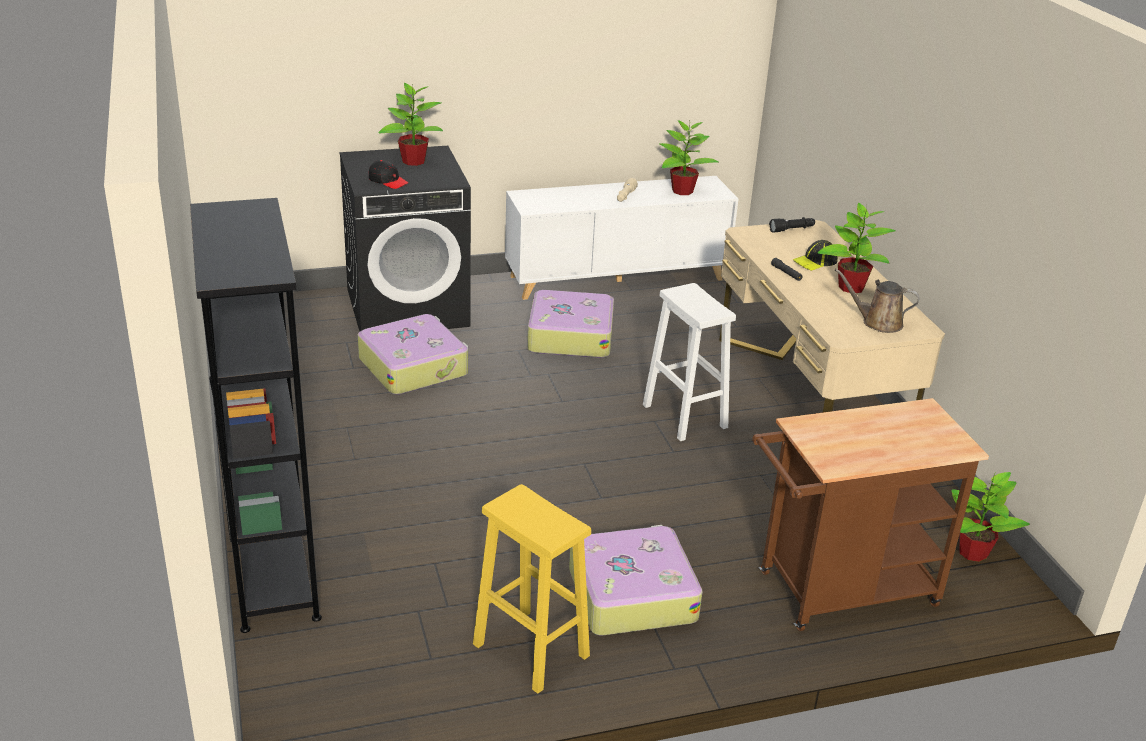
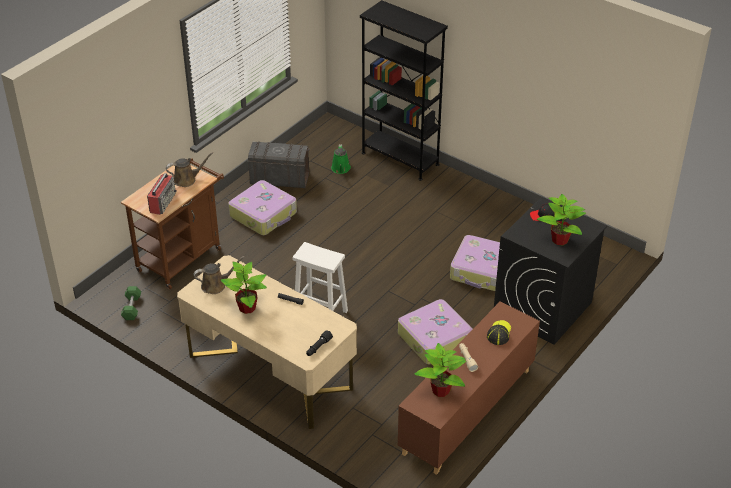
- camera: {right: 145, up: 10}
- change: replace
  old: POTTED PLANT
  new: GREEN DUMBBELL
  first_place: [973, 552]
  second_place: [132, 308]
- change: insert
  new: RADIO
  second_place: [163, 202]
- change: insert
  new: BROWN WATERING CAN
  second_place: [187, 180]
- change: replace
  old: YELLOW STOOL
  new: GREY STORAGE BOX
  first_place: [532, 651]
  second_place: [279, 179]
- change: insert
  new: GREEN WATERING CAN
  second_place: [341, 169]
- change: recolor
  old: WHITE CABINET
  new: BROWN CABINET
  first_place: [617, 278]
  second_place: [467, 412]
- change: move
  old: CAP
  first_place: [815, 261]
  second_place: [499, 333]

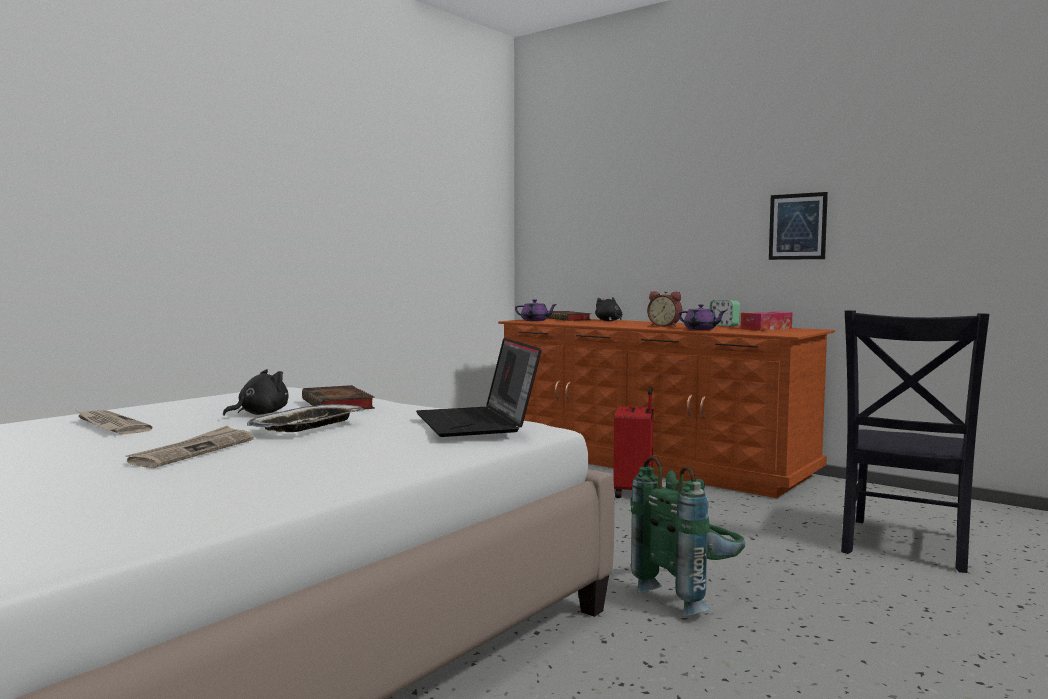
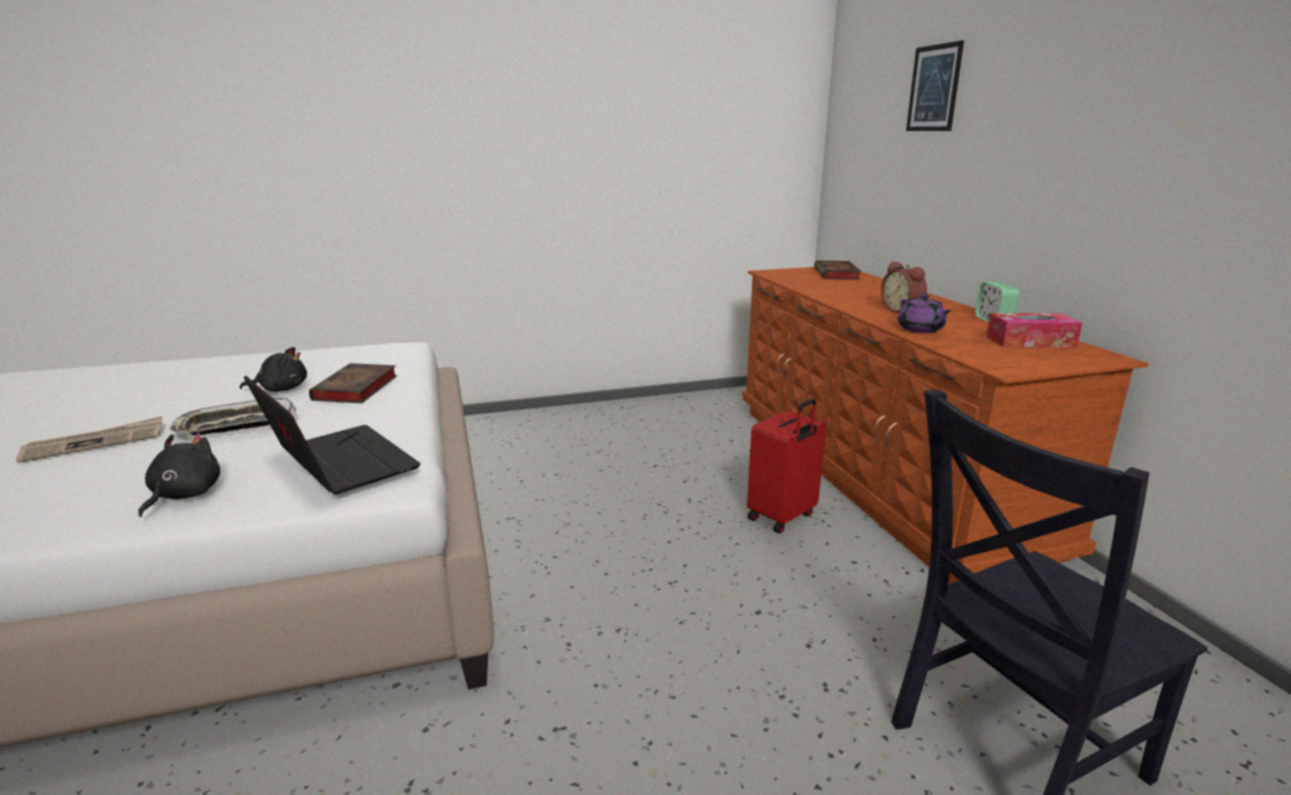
- camera: {right: 35, up: 15}
- change: move
  old: BLACK PLUSH TOY
  first_place: [609, 321]
  second_place: [183, 495]
- change: rotate
  old: LAPTOP
  first_place: [477, 423]
  second_place: [337, 463]
  degrees: 120
- change: move
  old: PICTURE
  first_place: [797, 226]
  second_place: [934, 88]
- change: delete
  old: NEWSPAPER
  first_place: [110, 425]
- change: delete
  old: PURPLE TEAPOT
  first_place: [535, 320]
- change: delete
  old: GREEN BACKPACK
  first_place: [690, 595]

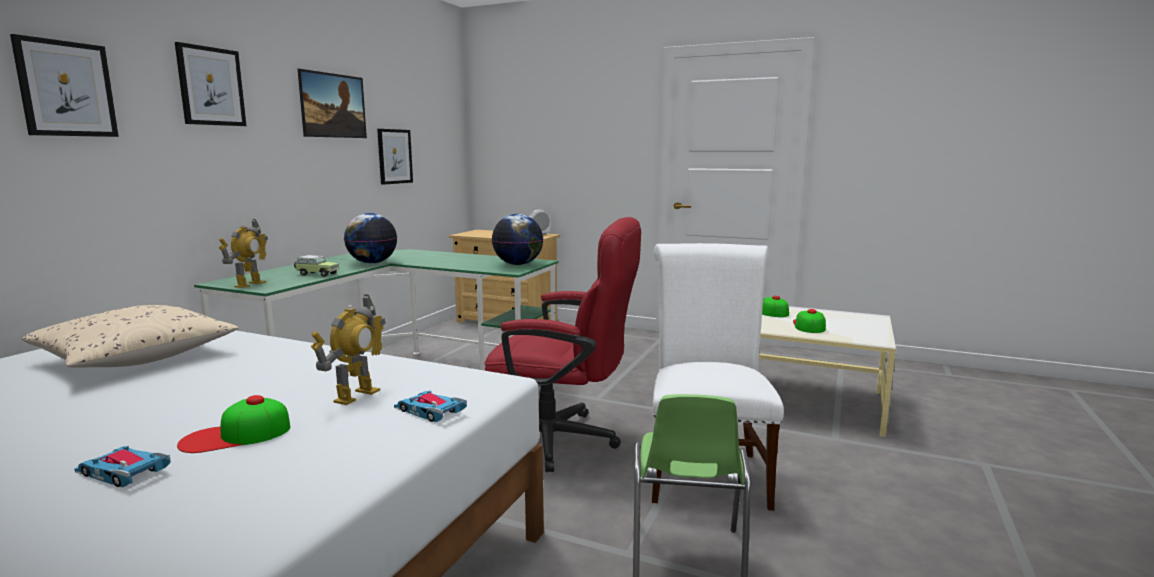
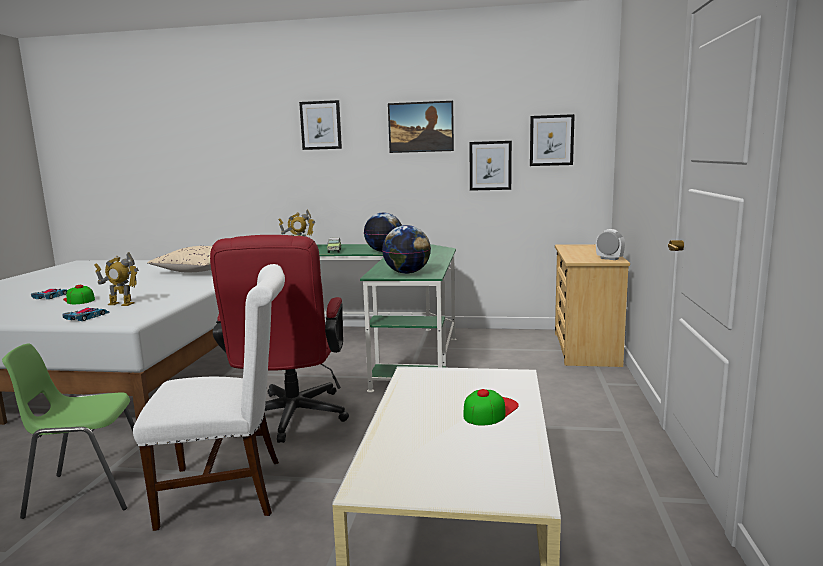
- camera: {right: 75, up: 0}
- change: move
  old: PICTURE
  first_place: [66, 89]
  second_place: [551, 140]
- change: delete
  old: CAP
  first_place: [809, 325]

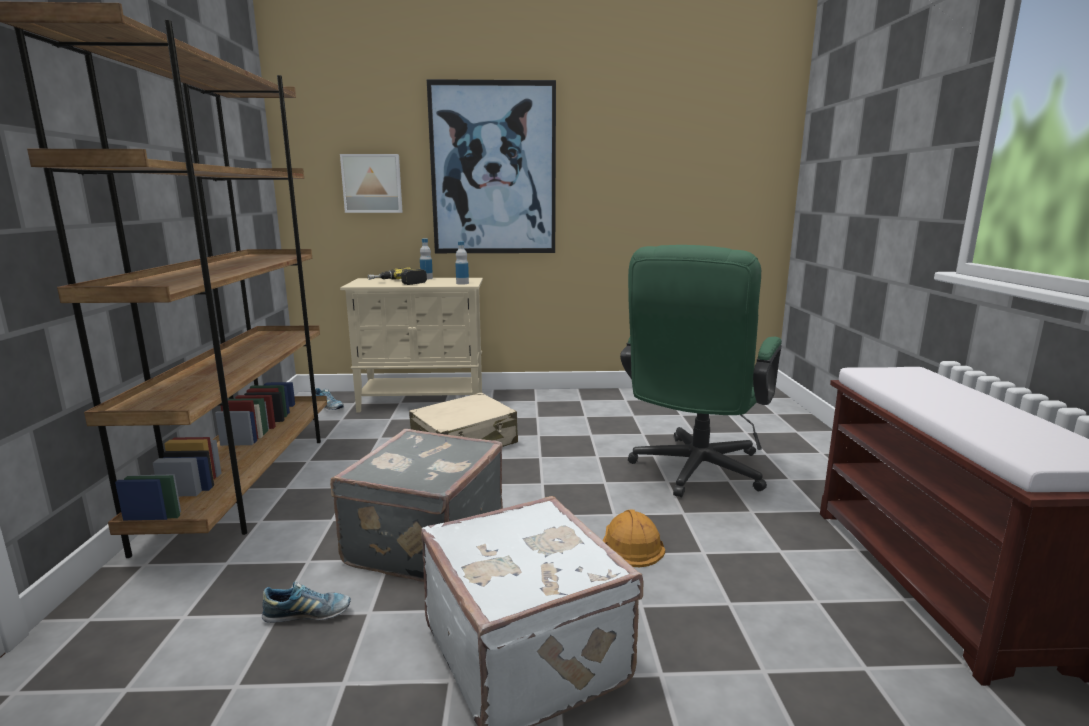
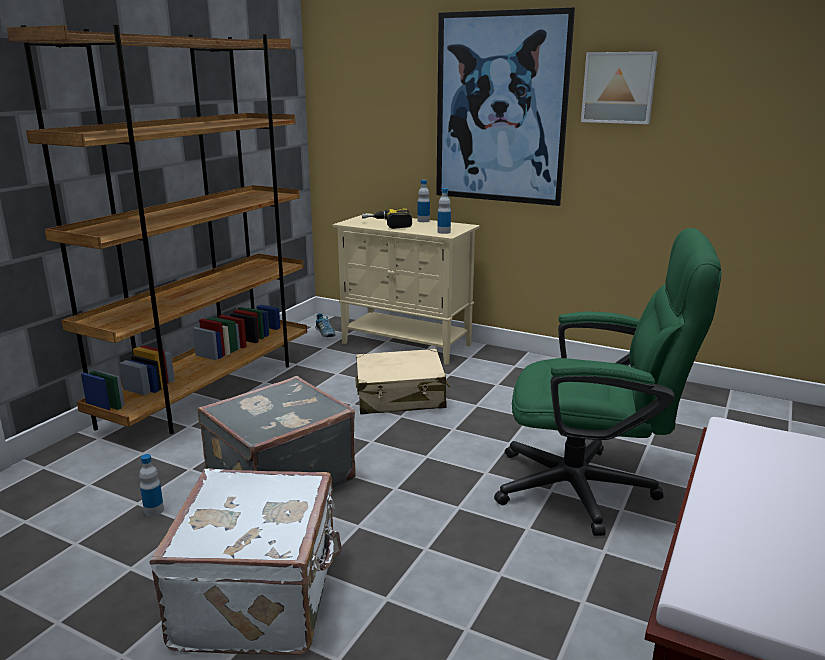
- camera: {right: 30, up: 5}
- change: replace
  old: SHOE
  new: BOTTLE
  first_place: [308, 615]
  second_place: [154, 510]
- change: rotate
  old: GREEN OFFICE CHAIR
  first_place: [693, 473]
  second_place: [590, 490]
  degrees: -135
- change: move
  old: PICTURE
  first_place: [372, 183]
  second_place: [618, 87]
- change: delete
  old: ORANGE HARD HAT
  first_place: [631, 544]

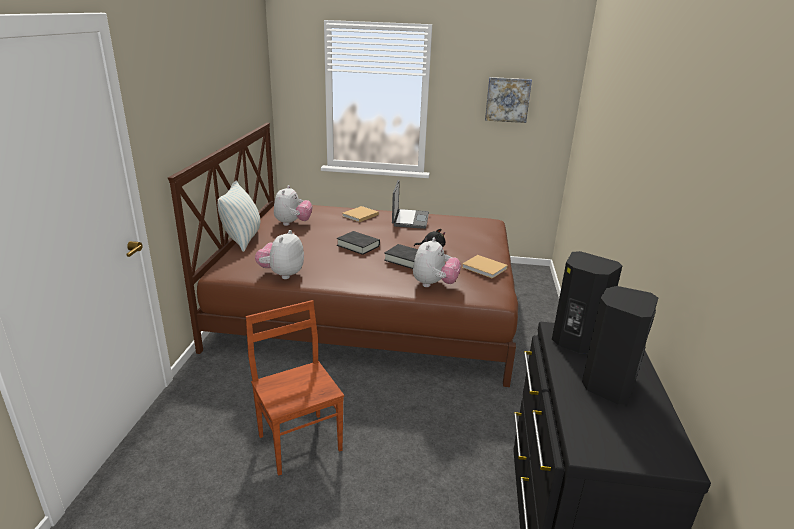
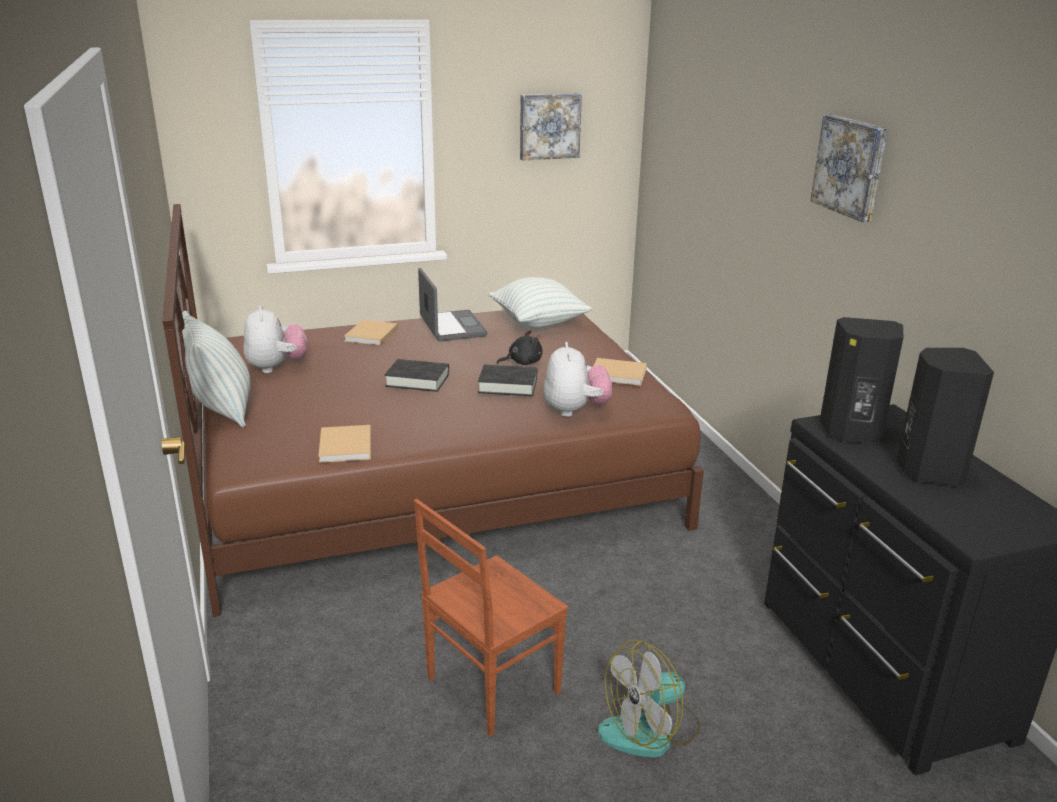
- camera: {right: -25, up: 0}
- change: replace
  old: PLUSH TOY
  new: BEIGE BOOK
  first_place: [282, 274]
  second_place: [345, 447]
- change: rotate
  old: BROWN CHAIR
  first_place: [300, 441]
  second_place: [490, 685]
  degrees: -75
- change: insert
  new: PILLOW
  second_place: [538, 323]
- change: insert
  new: FAN
  second_place: [650, 730]
- change: insert
  new: PICTURE
  second_place: [851, 166]

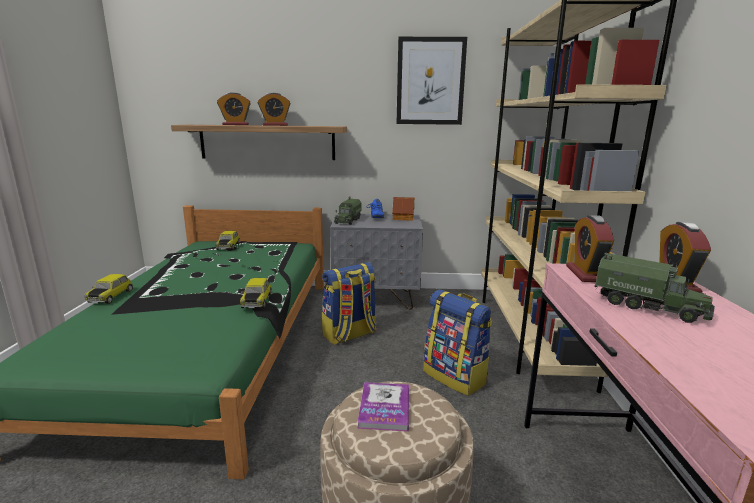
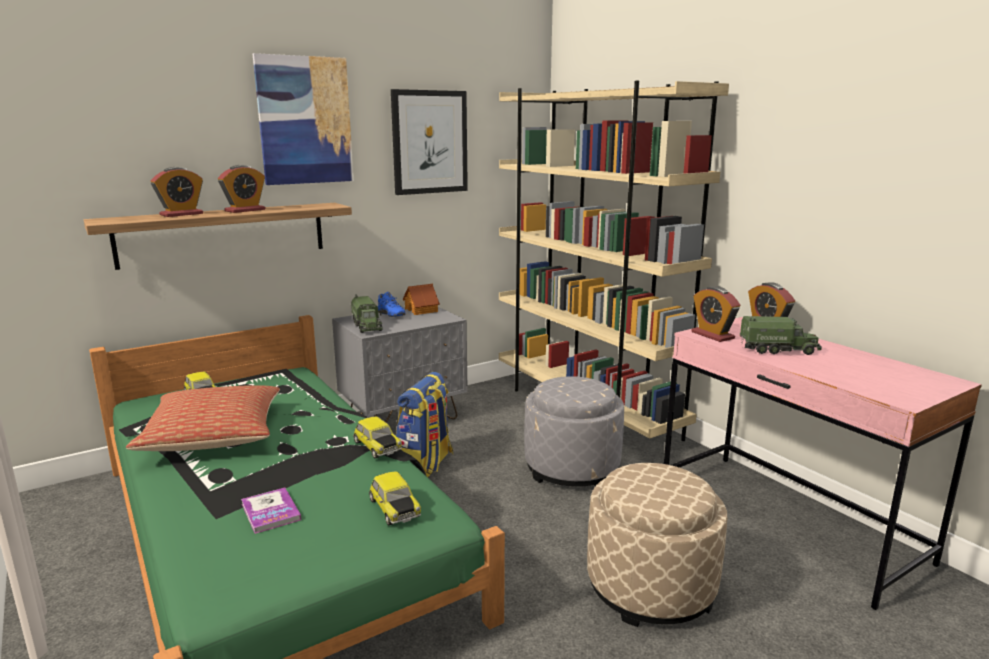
- camera: {right: -35, up: 0}
- change: insert
  new: PILLOW
  second_place: [214, 435]
- change: move
  old: BOOK
  first_place: [384, 407]
  second_place: [270, 512]
- change: insert
  new: PICTURE
  second_place: [305, 121]
- change: move
  old: TOY CAR
  first_place: [110, 296]
  second_place: [393, 509]
- change: replace
  old: BACKPACK
  new: GREY OTTOMAN
  first_place: [455, 377]
  second_place: [572, 468]

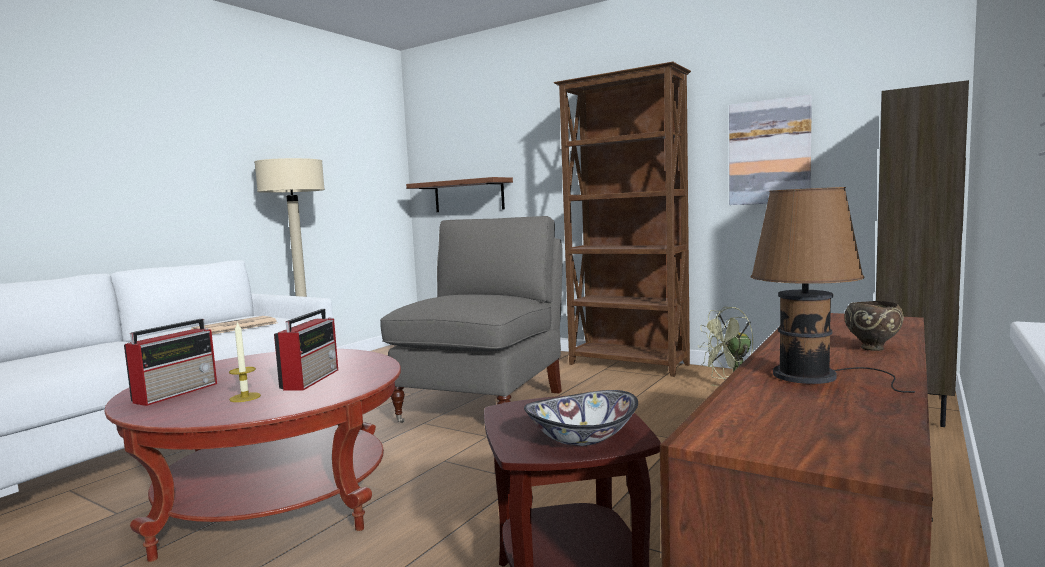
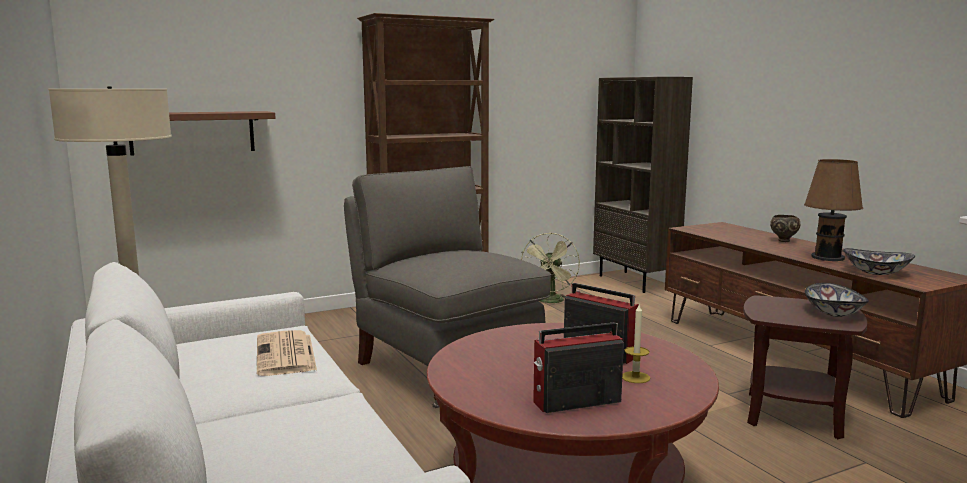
- camera: {right: -60, up: 5}
- change: rotate
  old: RADIO
  first_place: [177, 392]
  second_place: [575, 402]
  degrees: -75
- change: insert
  new: BOWL
  second_place: [876, 272]
- change: delete
  old: PICTURE
  first_place: [769, 152]

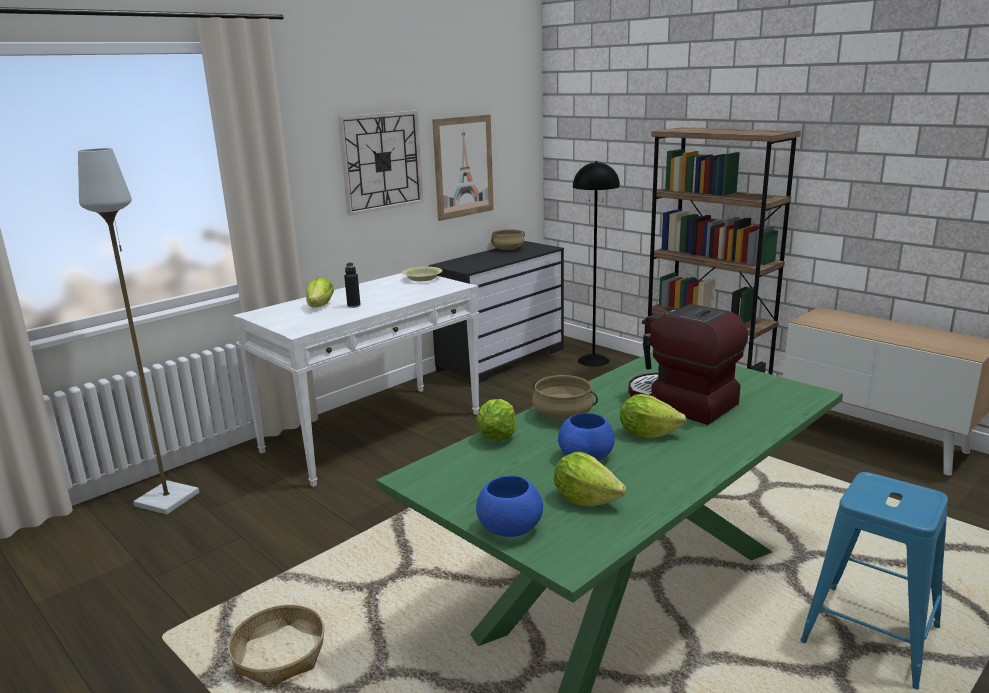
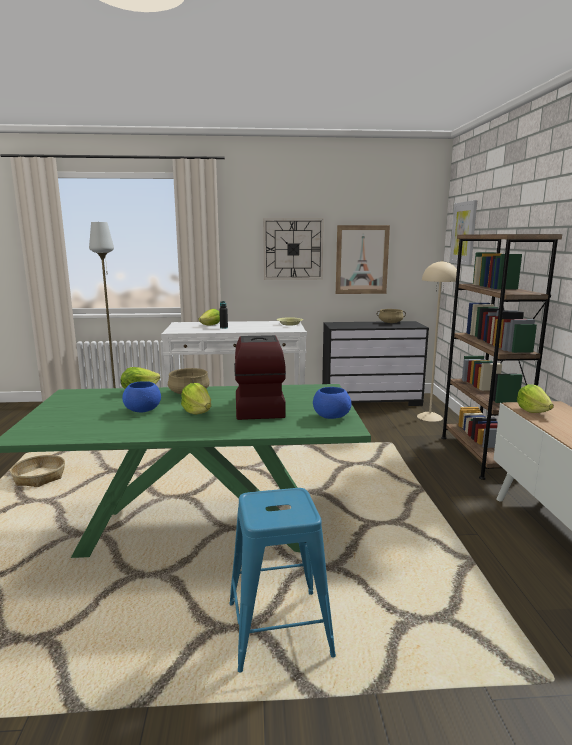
- camera: {right: 40, up: -5}
- change: move
  old: BLUE BOWL
  first_place: [509, 528]
  second_place: [331, 416]
- change: recolor
  old: BLACK FLOOR LAMP
  new: BEIGE FLOOR LAMP
  first_place: [593, 360]
  second_place: [430, 417]
- change: insert
  new: PICTURE
  second_place: [464, 233]
- change: move
  old: LETTUCE
  first_place: [585, 499]
  second_place: [532, 411]

